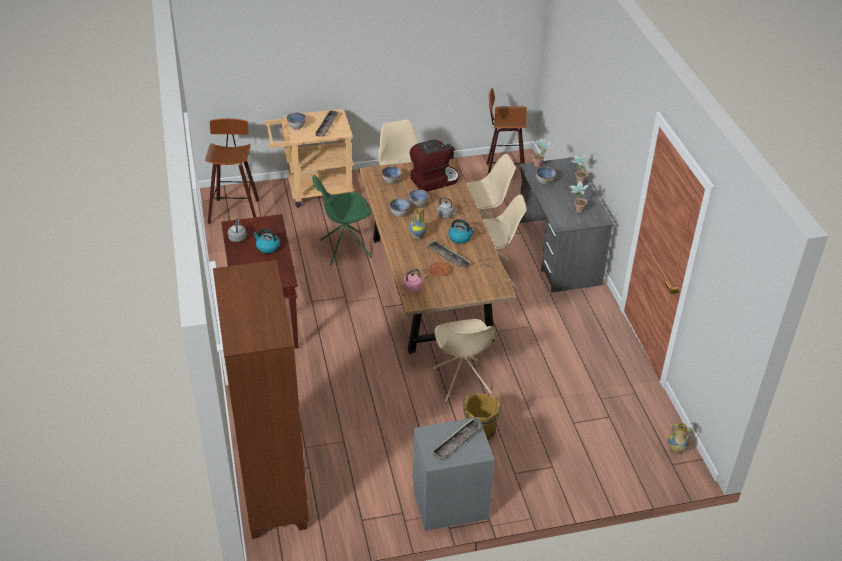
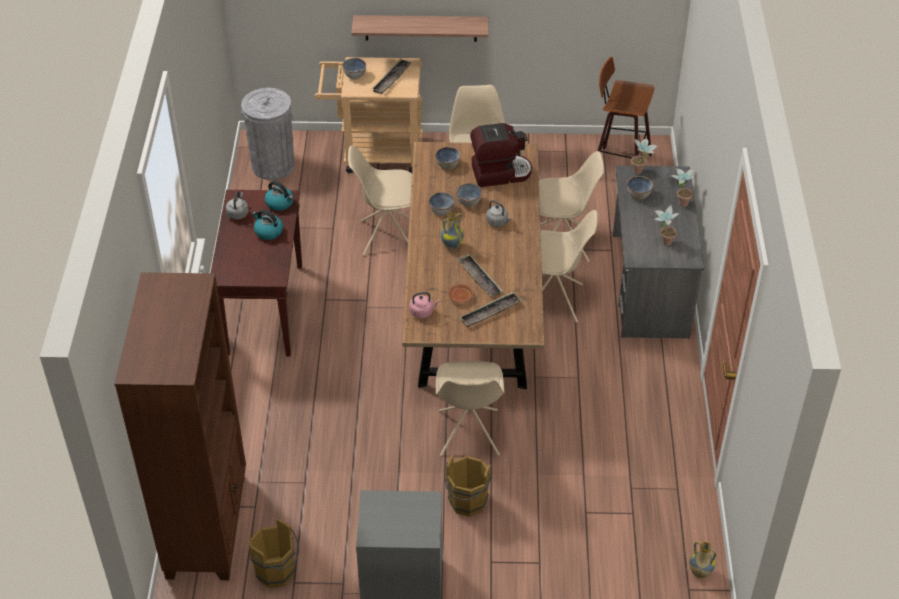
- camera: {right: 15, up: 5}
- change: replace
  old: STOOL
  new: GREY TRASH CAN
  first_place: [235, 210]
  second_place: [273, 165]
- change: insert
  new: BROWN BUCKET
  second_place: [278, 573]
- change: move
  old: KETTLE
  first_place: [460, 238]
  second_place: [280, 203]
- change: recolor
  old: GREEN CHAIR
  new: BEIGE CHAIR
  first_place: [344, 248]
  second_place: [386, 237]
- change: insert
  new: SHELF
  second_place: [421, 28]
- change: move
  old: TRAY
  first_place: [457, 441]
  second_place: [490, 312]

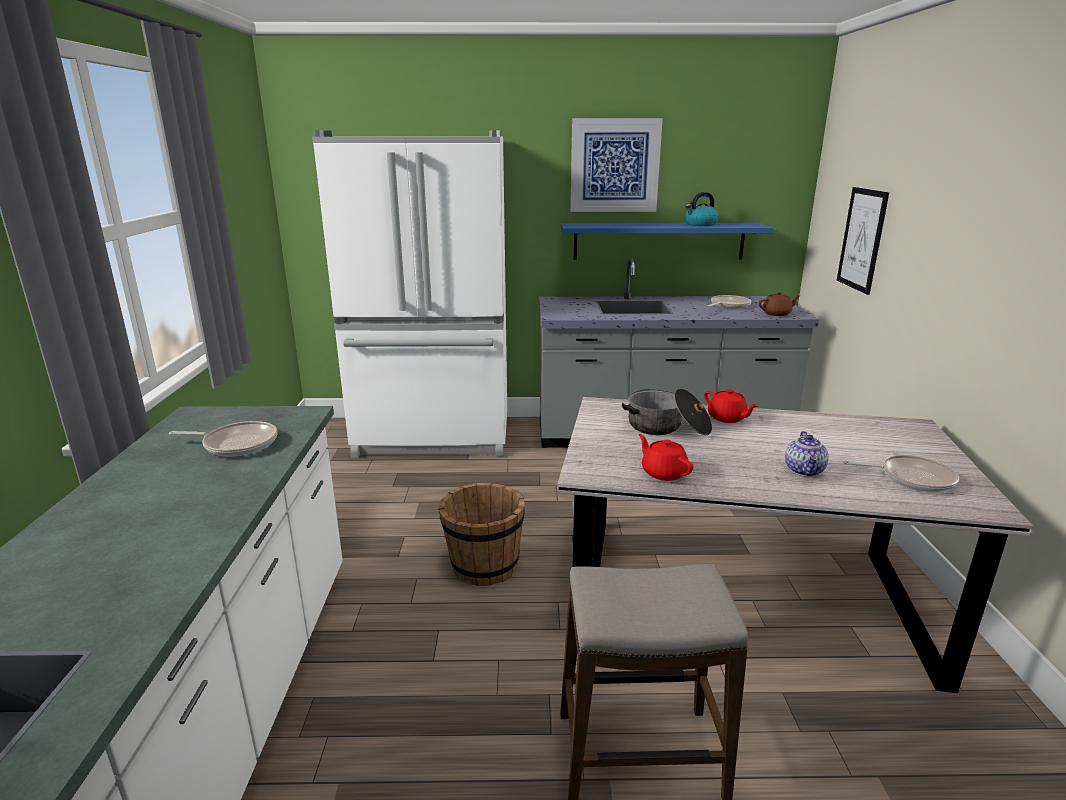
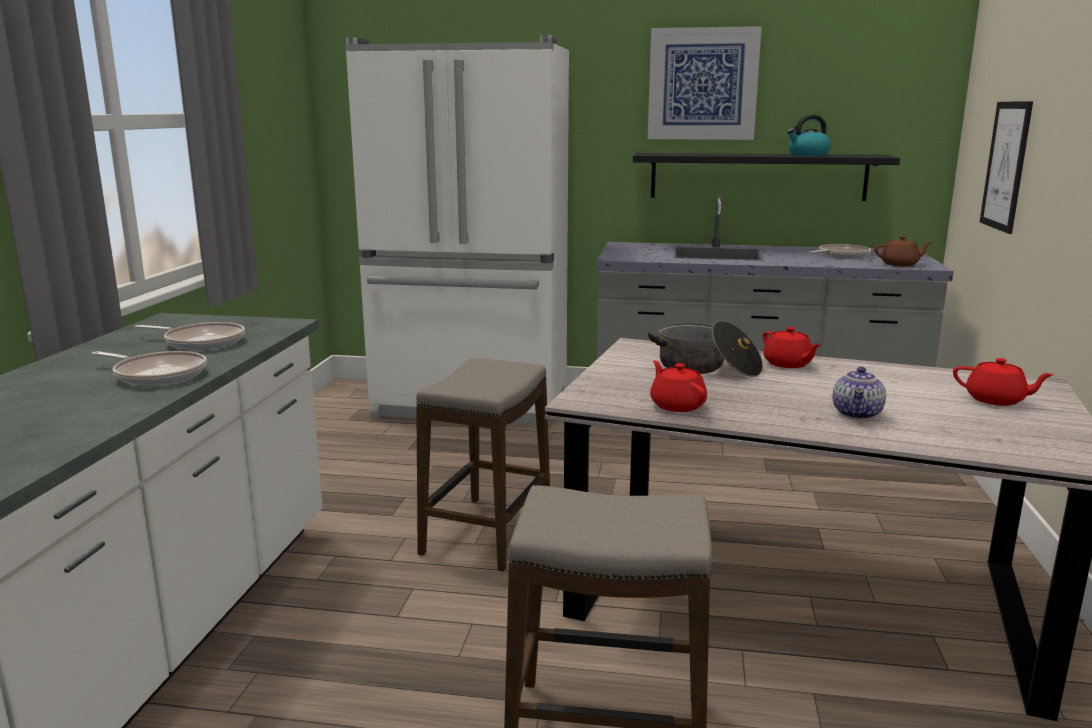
- camera: {right: 10, up: -5}
- change: move
  old: FRYING PAN
  first_place: [911, 478]
  second_place: [157, 374]
- change: replace
  old: BROWN BUCKET
  new: STOOL
  first_place: [484, 566]
  second_place: [486, 533]
- change: recolor
  old: BLUE SHELF
  new: BLACK SHELF
  first_place: [658, 241]
  second_place: [757, 176]
- change: insert
  new: RED TEAPOT
  second_place: [996, 400]

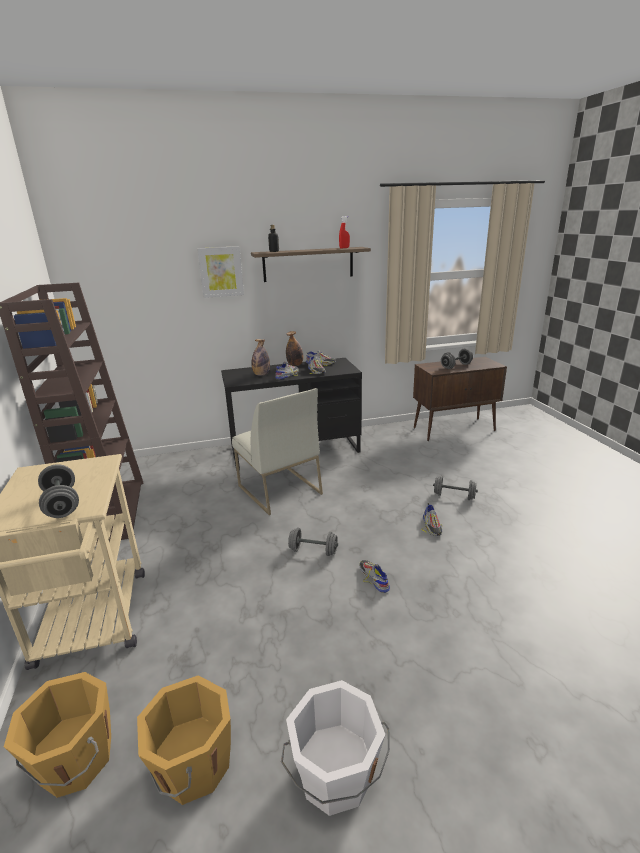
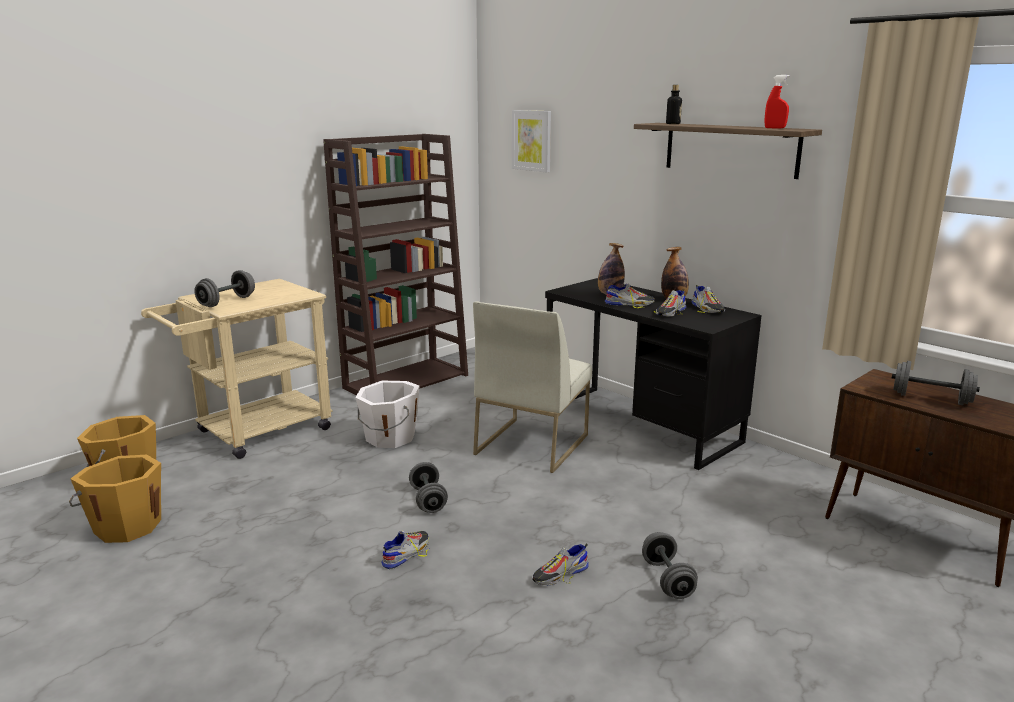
- camera: {right: 60, up: -5}
- change: move
  old: WHITE BUCKET
  first_place: [336, 776]
  second_place: [389, 438]
- change: move
  old: PICTURE
  first_place: [221, 272]
  second_place: [532, 140]

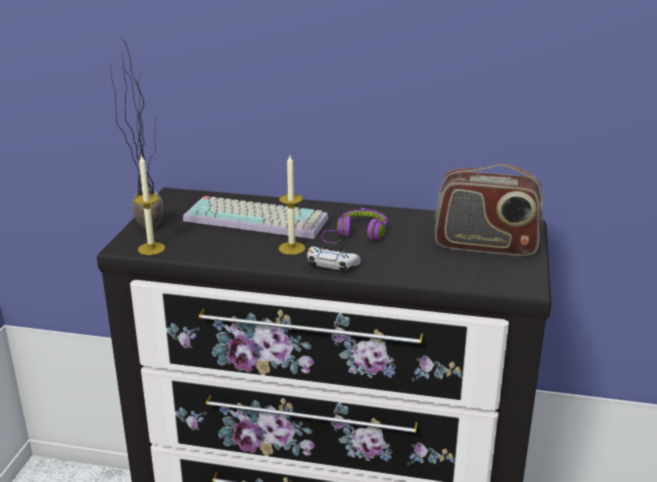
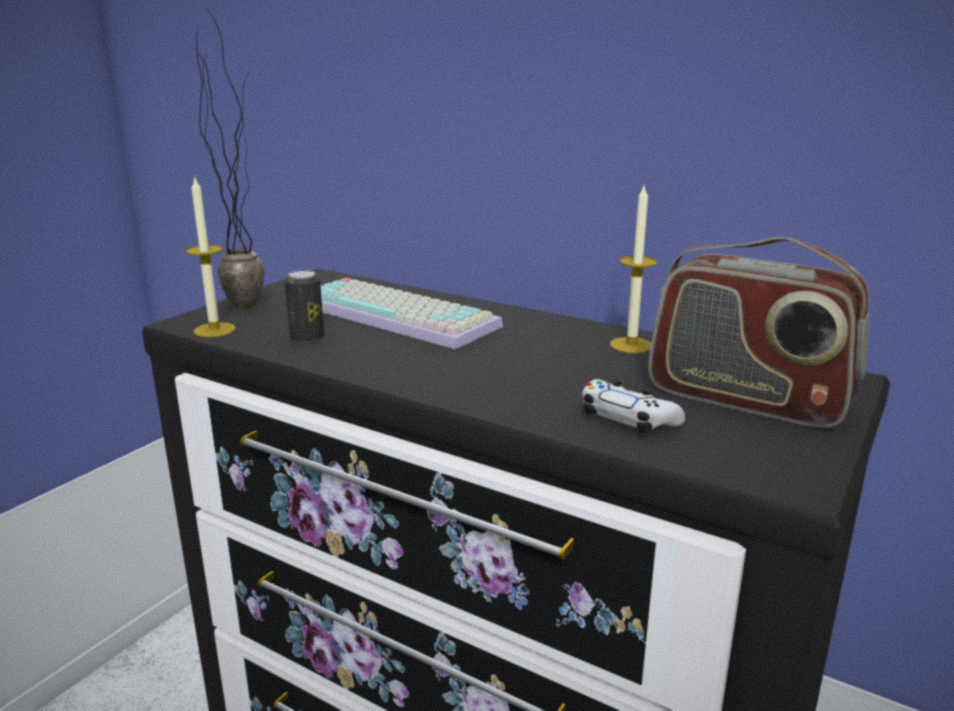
- camera: {right: 20, up: -5}
- change: insert
  new: CAN
  second_place: [307, 338]
- change: move
  old: WHITE GAME CONTROLLER
  first_place: [332, 265]
  second_place: [628, 418]
- change: move
  old: CANDLE
  first_place: [292, 248]
  second_place: [631, 345]
- change: delete
  old: PURPLE HEADPHONES
  first_place: [357, 236]

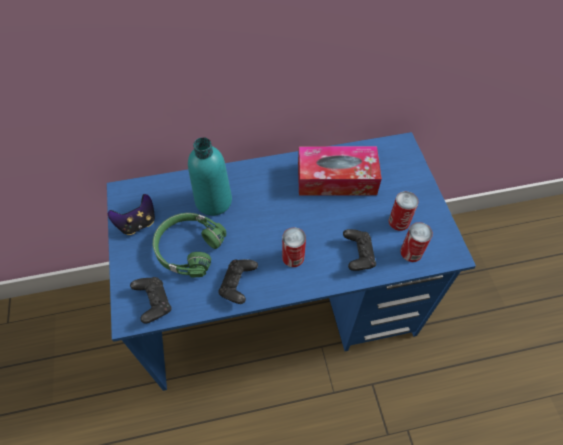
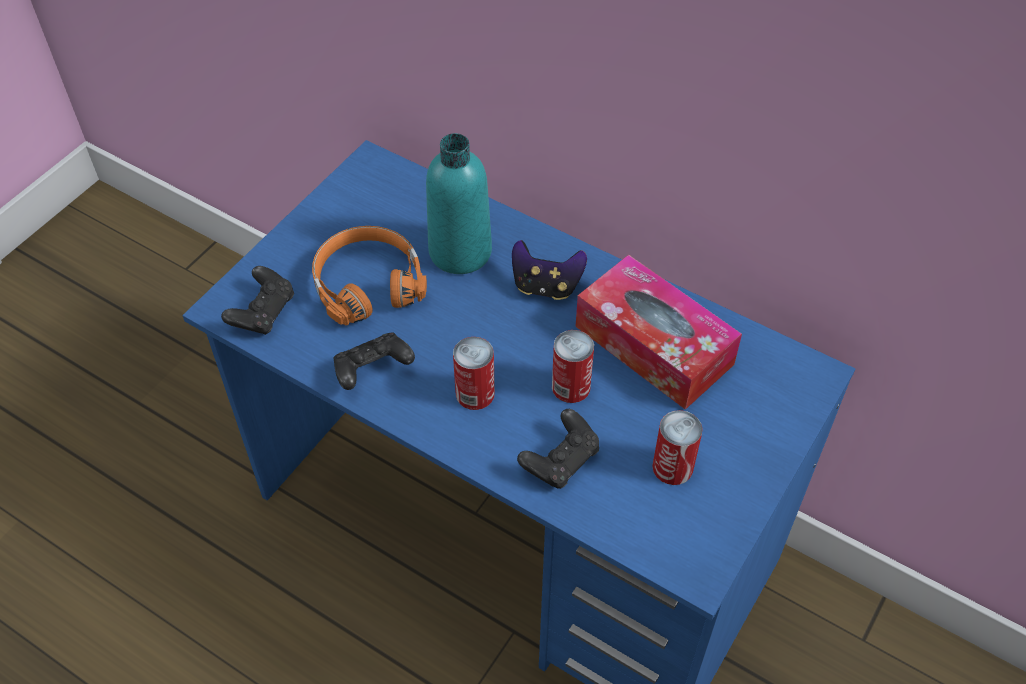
- camera: {right: 45, up: -5}
- change: recolor
  old: GREEN HEADPHONES
  new: ORANGE HEADPHONES
  first_place: [188, 248]
  second_place: [367, 283]
- change: move
  old: GAME CONTROLLER
  first_place: [137, 223]
  second_place: [546, 286]
- change: move
  old: CAN
  first_place: [411, 252]
  second_place: [571, 387]

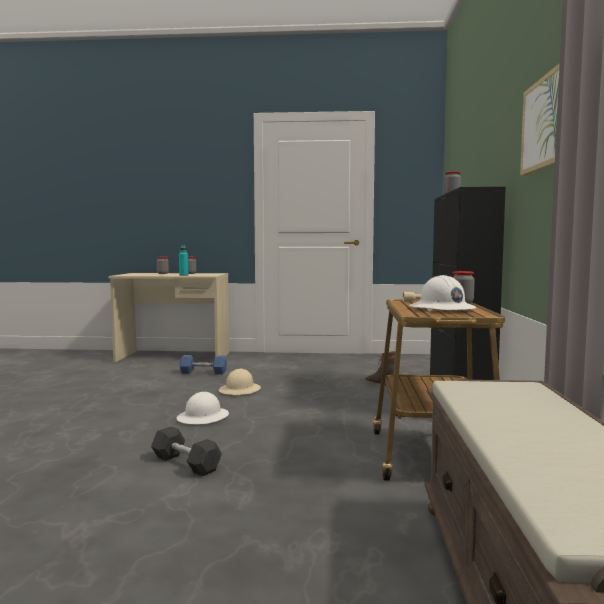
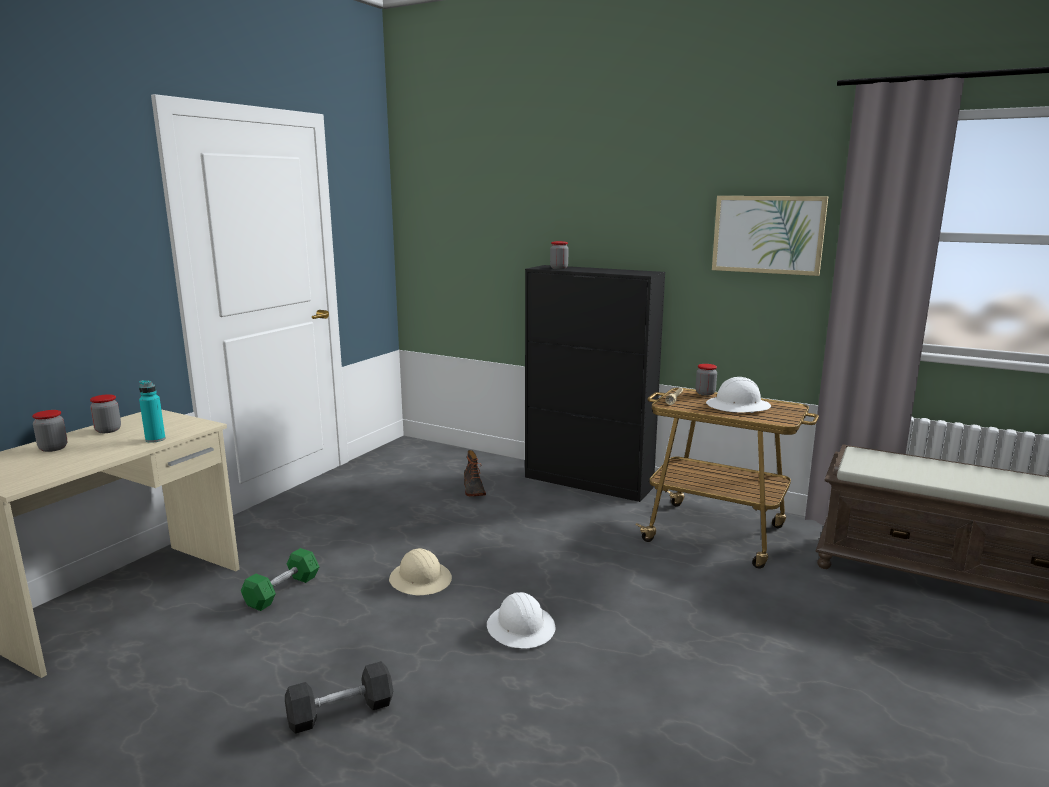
- camera: {right: -65, up: 10}
- change: recolor
  old: BLUE DUMBBELL
  new: GREEN DUMBBELL
  first_place: [203, 372]
  second_place: [282, 591]
- change: move
  old: GREY DUMBBELL
  first_place: [186, 464]
  second_place: [341, 712]

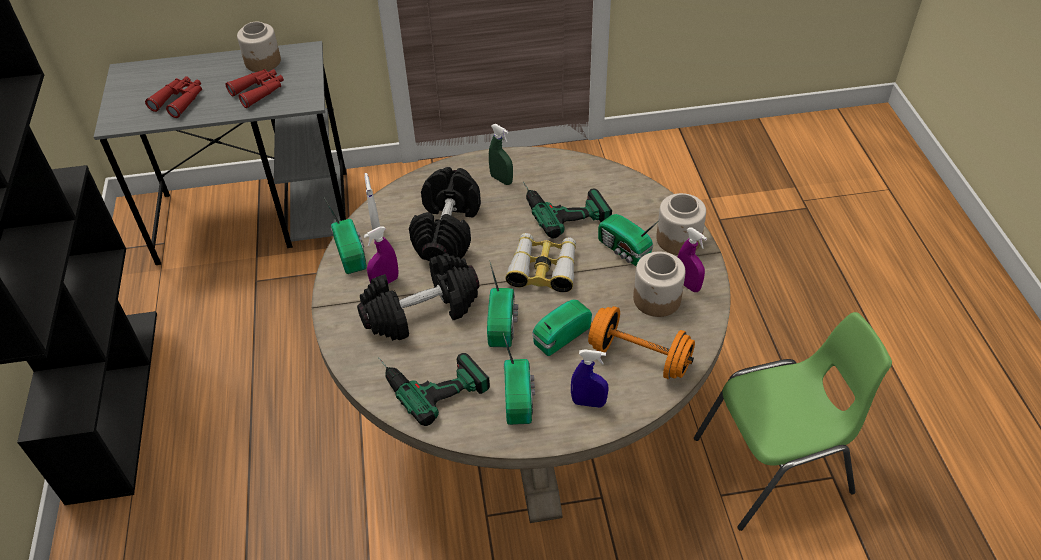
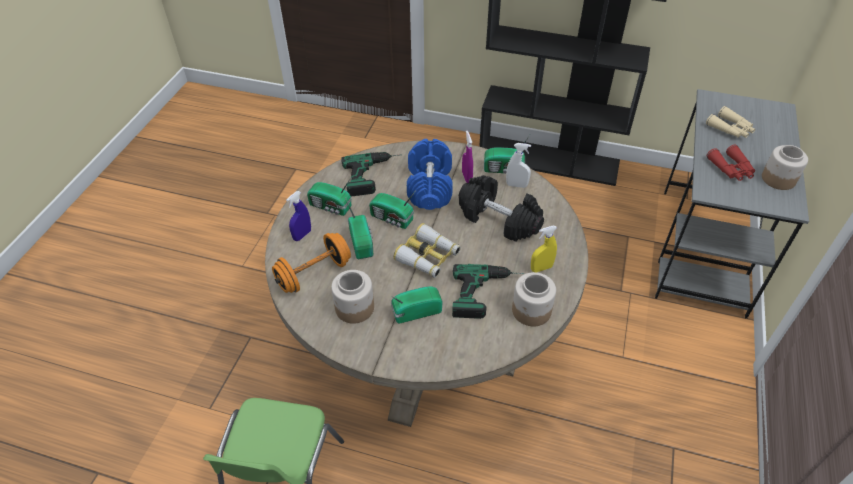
- camera: {right: 115, up: 0}
- change: recolor
  old: BLACK DUMBBELL
  new: BLUE DUMBBELL
  first_place: [421, 312]
  second_place: [429, 186]
- change: move
  old: JAR
  first_place: [679, 239]
  second_place: [531, 311]
- change: recolor
  old: GREEN SPRAY BOTTLE
  new: YELLOW SPRAY BOTTLE
  first_place: [501, 179]
  second_place: [541, 268]
- change: recolor
  old: RED BINOCULARS
  new: BEIGE BINOCULARS
  first_place: [180, 101]
  second_place: [730, 129]
- change: delete
  old: PURPLE SPRAY BOTTLE
  first_place: [687, 284]

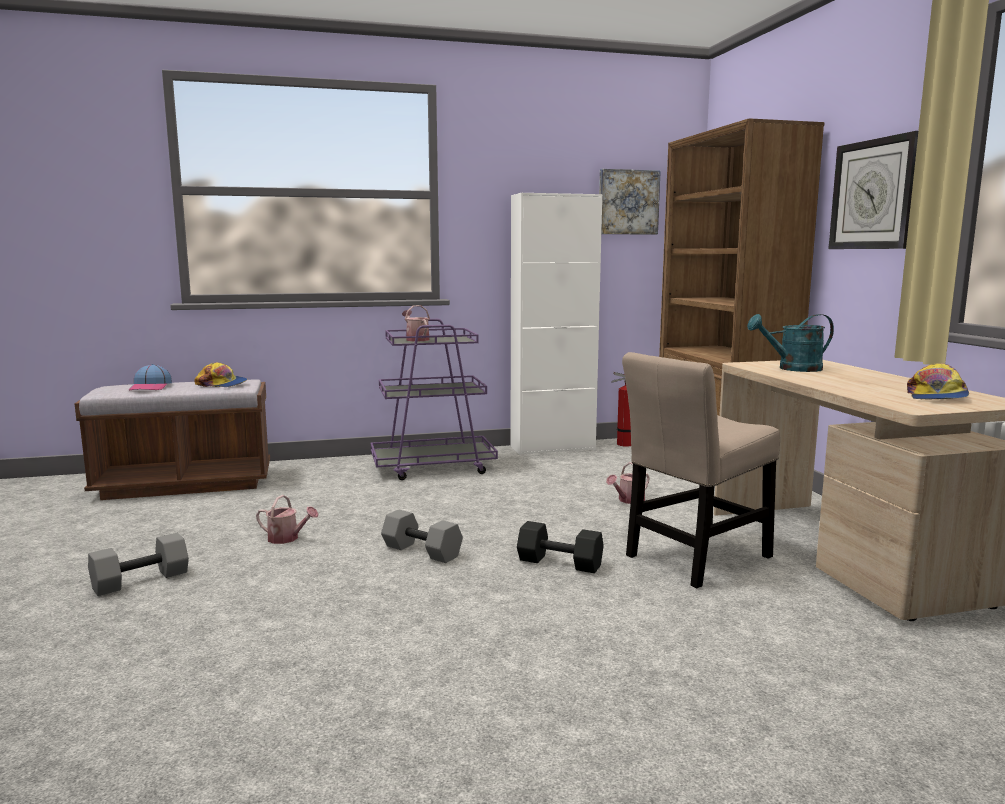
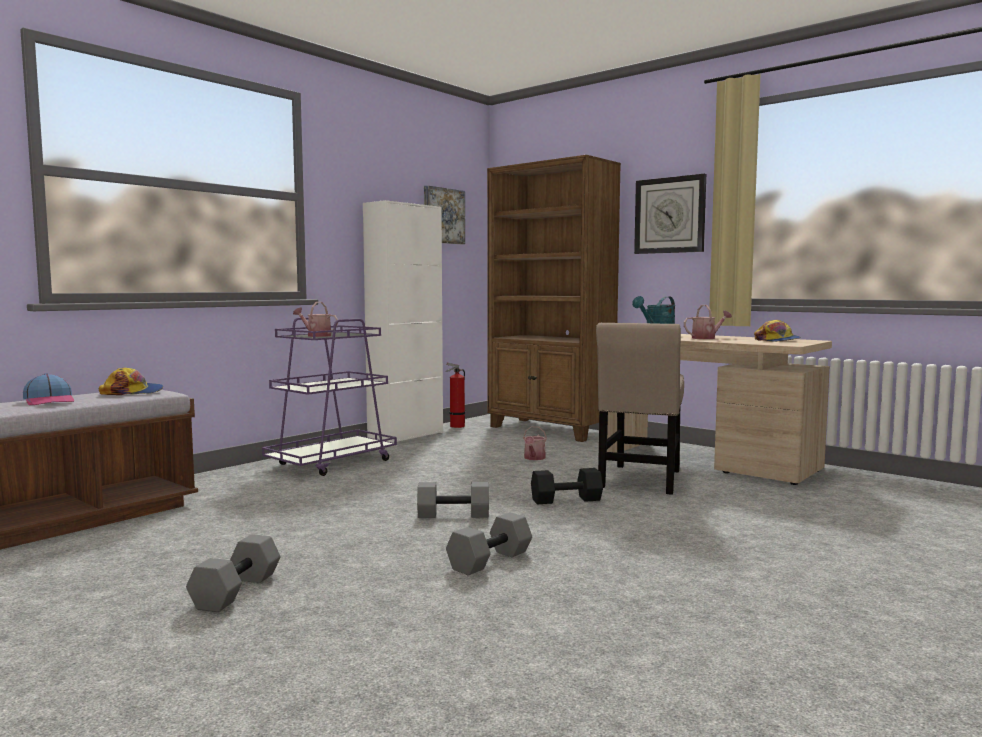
- camera: {right: -35, up: -5}
- change: insert
  new: GREY DUMBBELL
  second_place: [489, 560]
- change: move
  old: WATERING CAN
  first_place: [287, 538]
  second_place: [706, 338]

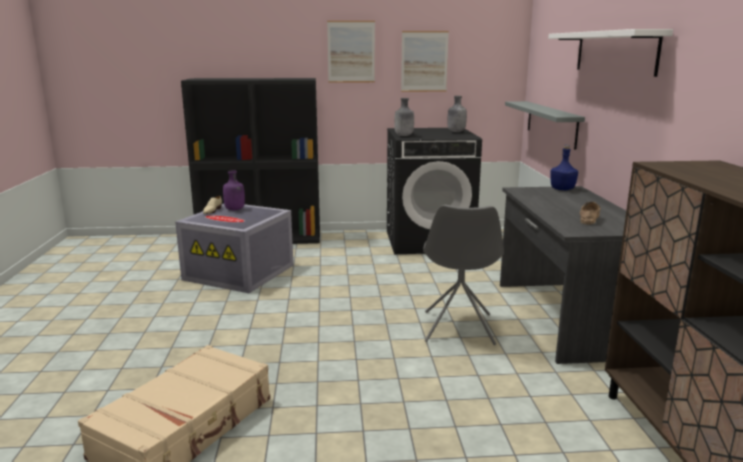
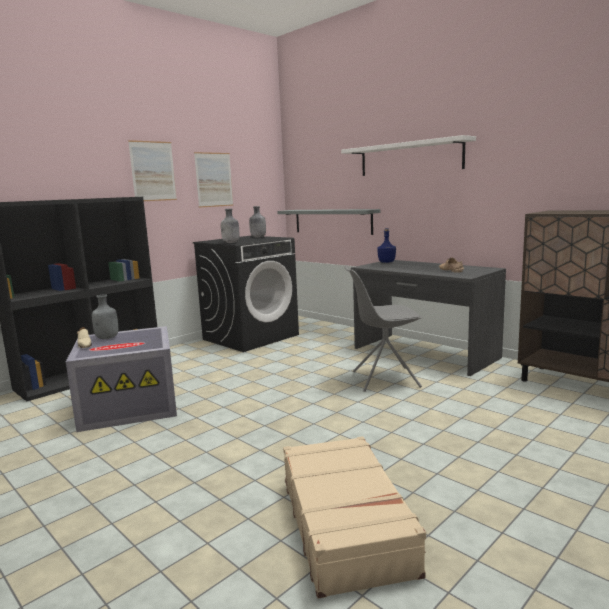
- camera: {right: -40, up: -5}
- change: recolor
  old: PURPLE BOTTLE
  new: GREY BOTTLE
  first_place: [235, 209]
  second_place: [107, 338]
- change: rotate
  old: GREY CHAIR
  first_place: [458, 328]
  second_place: [384, 379]
  degrees: 120

